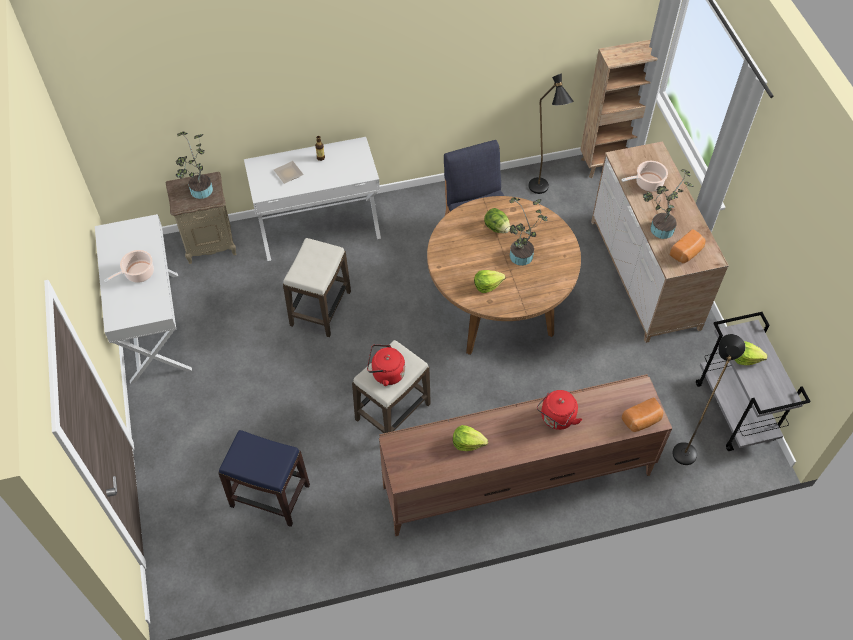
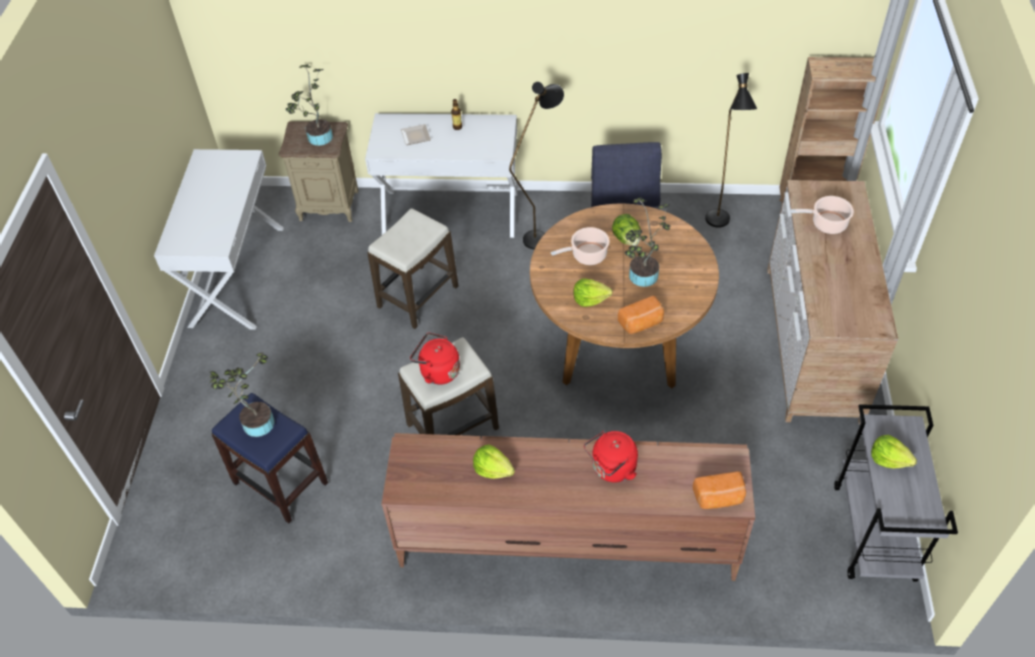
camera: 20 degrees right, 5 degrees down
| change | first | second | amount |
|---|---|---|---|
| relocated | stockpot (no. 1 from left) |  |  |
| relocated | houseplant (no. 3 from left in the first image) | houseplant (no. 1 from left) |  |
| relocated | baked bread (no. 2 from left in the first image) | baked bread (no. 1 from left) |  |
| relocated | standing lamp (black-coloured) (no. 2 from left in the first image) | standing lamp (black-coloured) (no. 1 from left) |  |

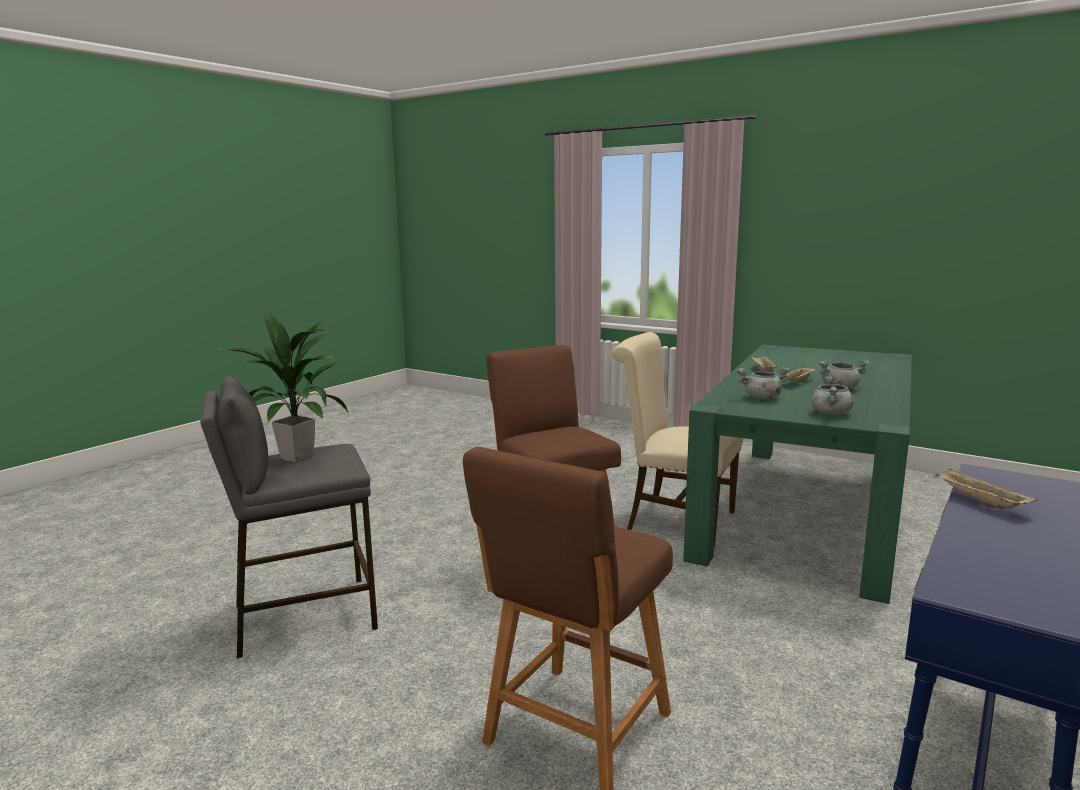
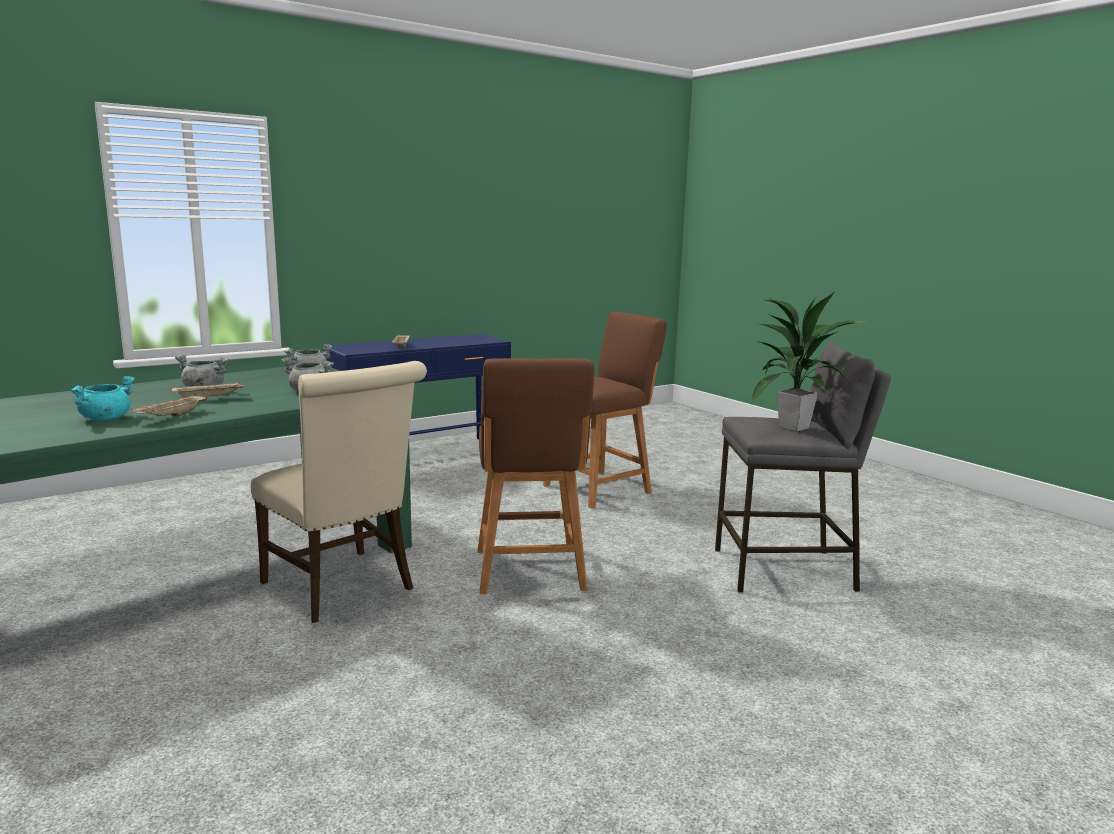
camera: 160 degrees left, 0 degrees up
| change | first | second | amount |
|---|---|---|---|
| appeared |  | stockpot (turquoise) |  |

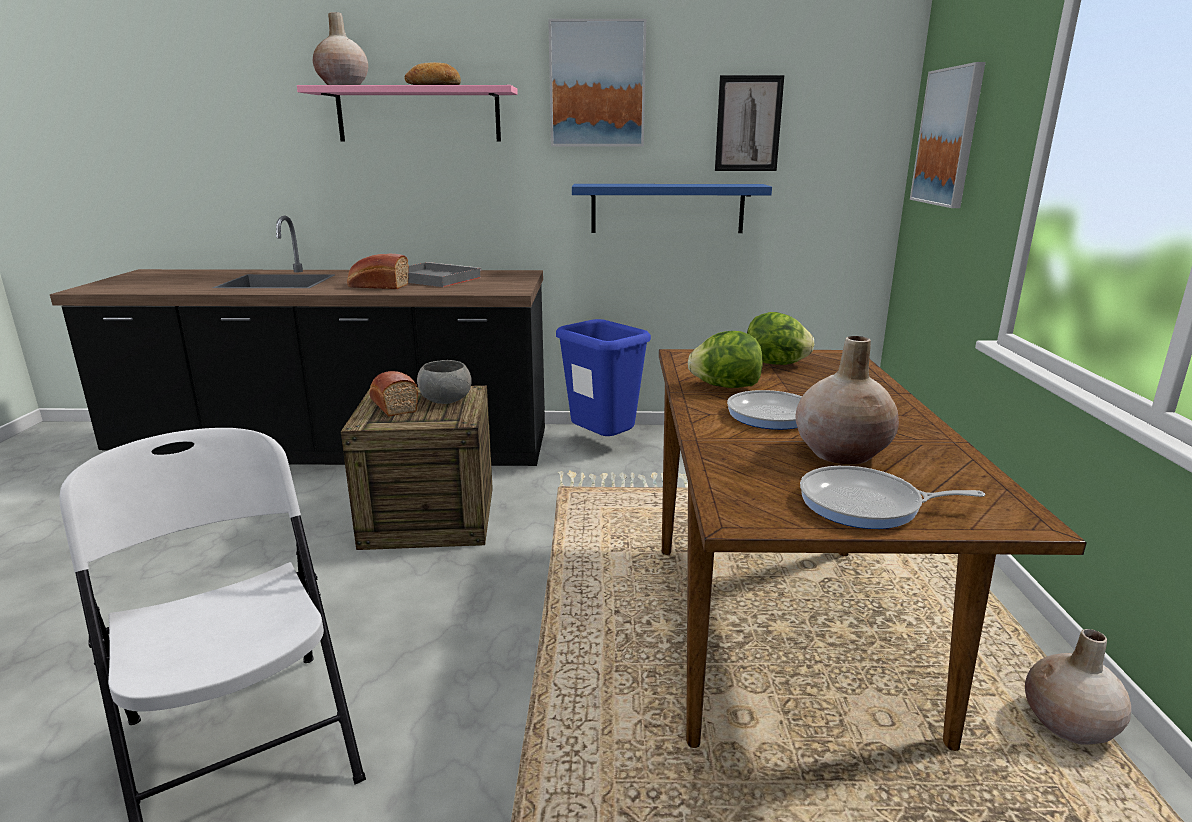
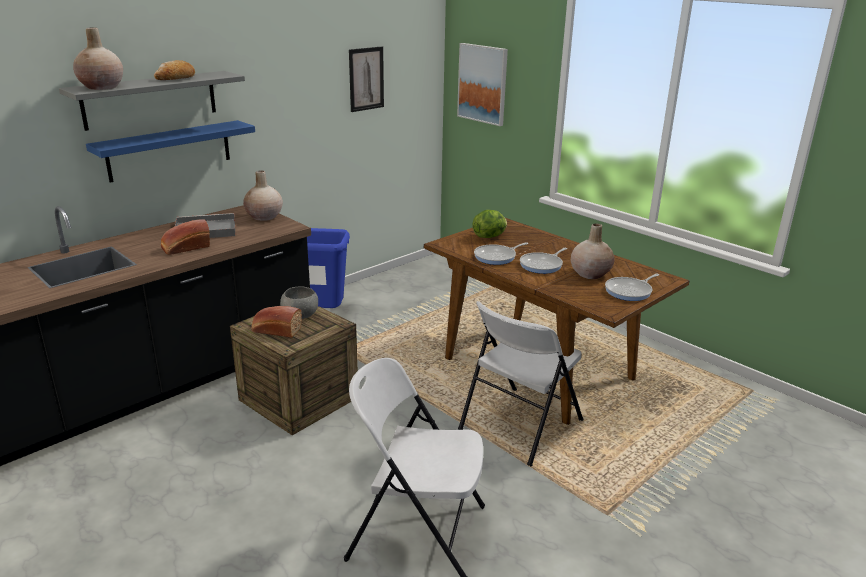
camera: 45 degrees left, 5 degrees up
| change | first | second | amount |
|---|---|---|---|
| colour | shelf (pink-coloured) | shelf (greyish) |  |
| missing | wall picture (no. 1 from left) |  |  |
| relocated | shelf (blue-coloured) |  |  |
| exchanged | lettuce head (no. 1 from left) | skillet (no. 1 from left) |  |
| relocated | vase (sand-coloured) (no. 3 from left in the first image) | vase (sand-coloured) (no. 2 from left) |  |
| appeared |  | upright chair (white) (no. 2 from left) |  |

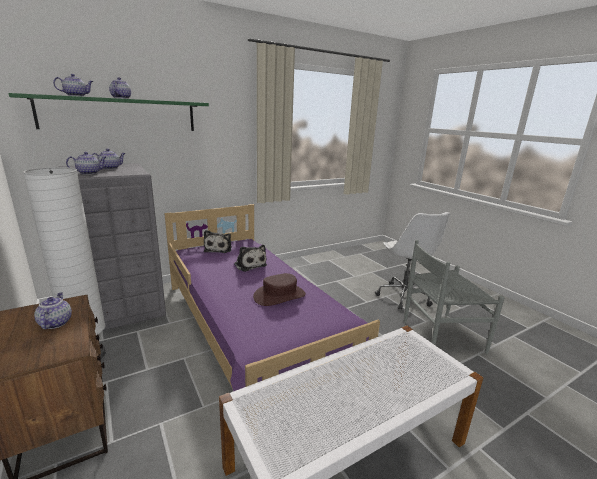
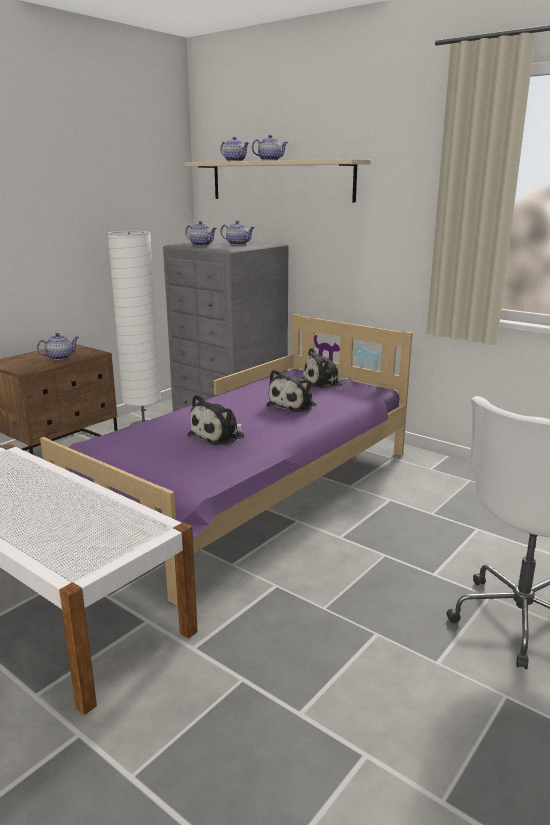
camera: 70 degrees right, 0 degrees up
| change | first | second | amount |
|---|---|---|---|
| colour | shelf (green) | shelf (sand-coloured) |  |
| exchanged | wearable hat (brown) | soft toy (no. 1 from left) |  |
| missing | upright chair (greyish) |  |  |

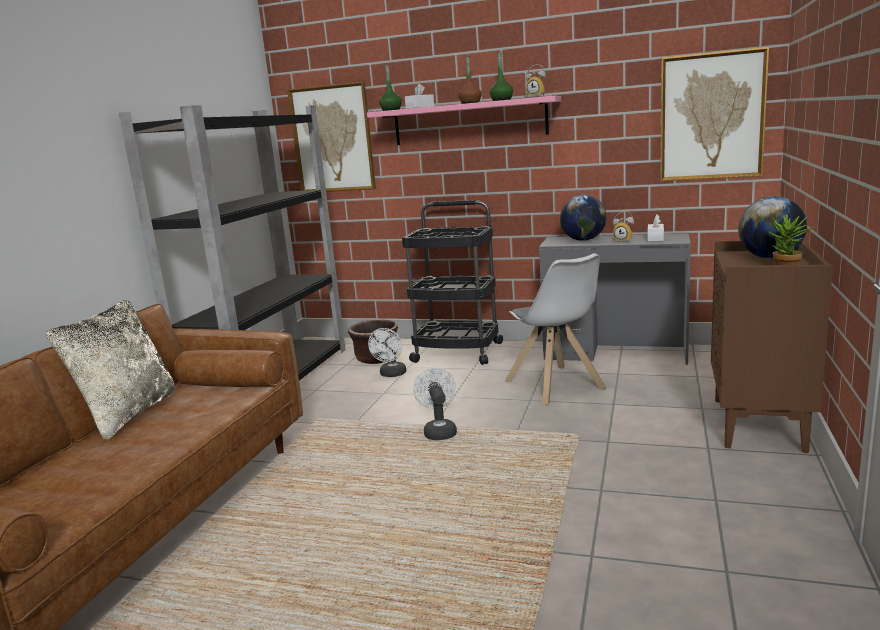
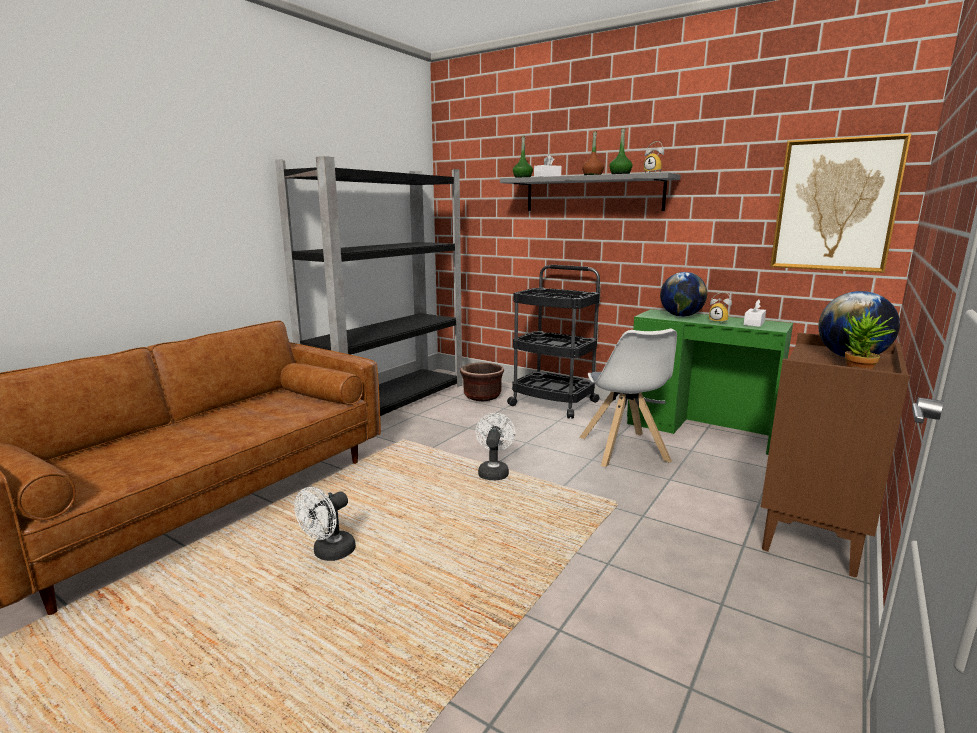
camera: 15 degrees right, 0 degrees up
| change | first | second | amount |
|---|---|---|---|
| missing | throw pillow (sand-coloured) |  |  |
| missing | wall picture (no. 1 from left) |  |  |
| colour | shelf (pink-coloured) | shelf (greyish) |  |
| relocated | cooling fan (white) (no. 1 from left) |  |  |
| colour | desk (greyish) | desk (green) |  |

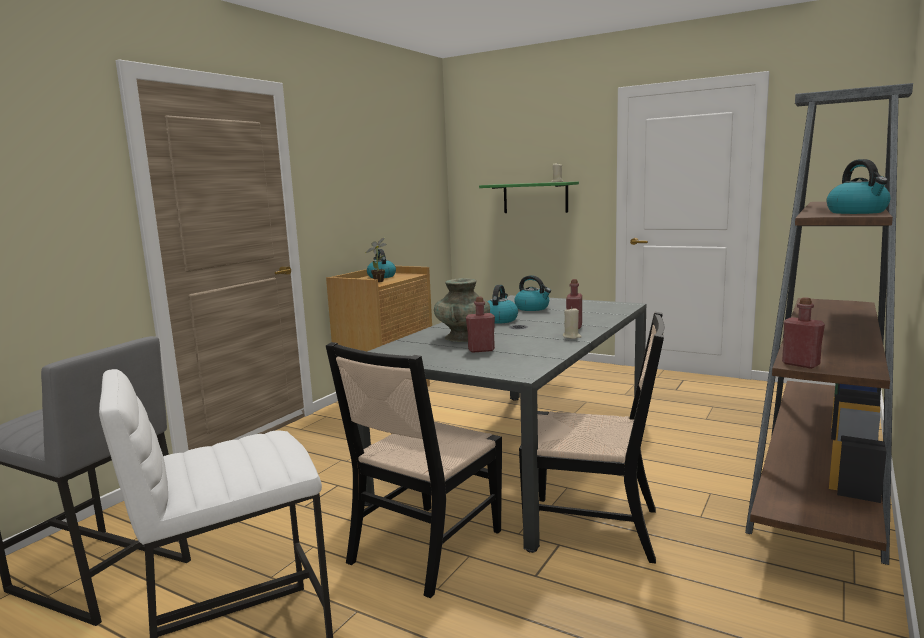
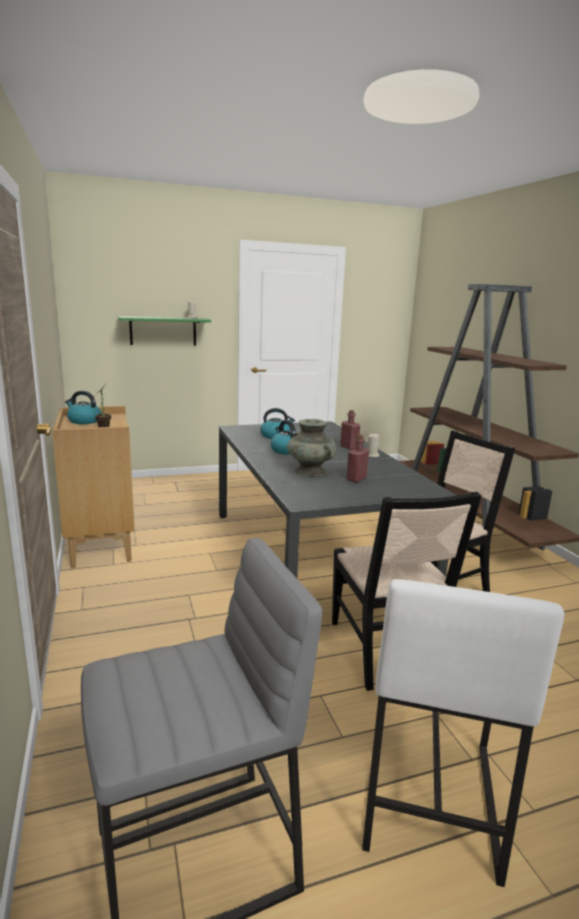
camera: 50 degrees left, 5 degrees up
| change | first | second | amount |
|---|---|---|---|
| missing | drink bottle (reddish) (no. 3 from left) |  |  |
| missing | water kettle (no. 4 from left) |  |  |

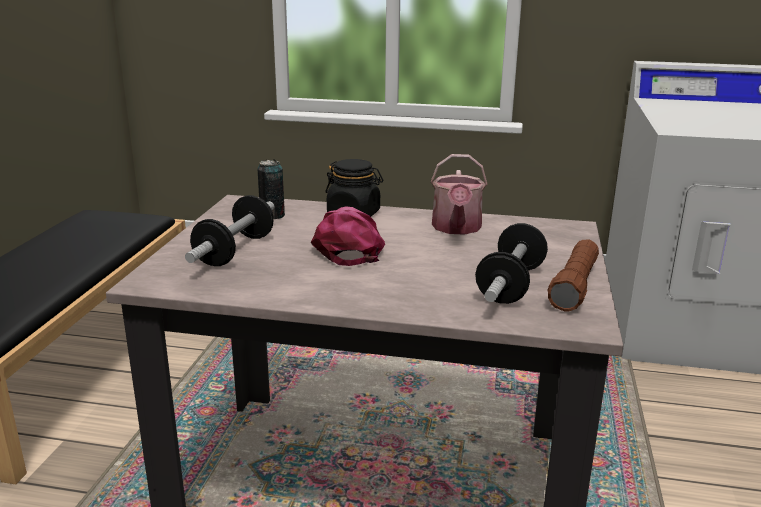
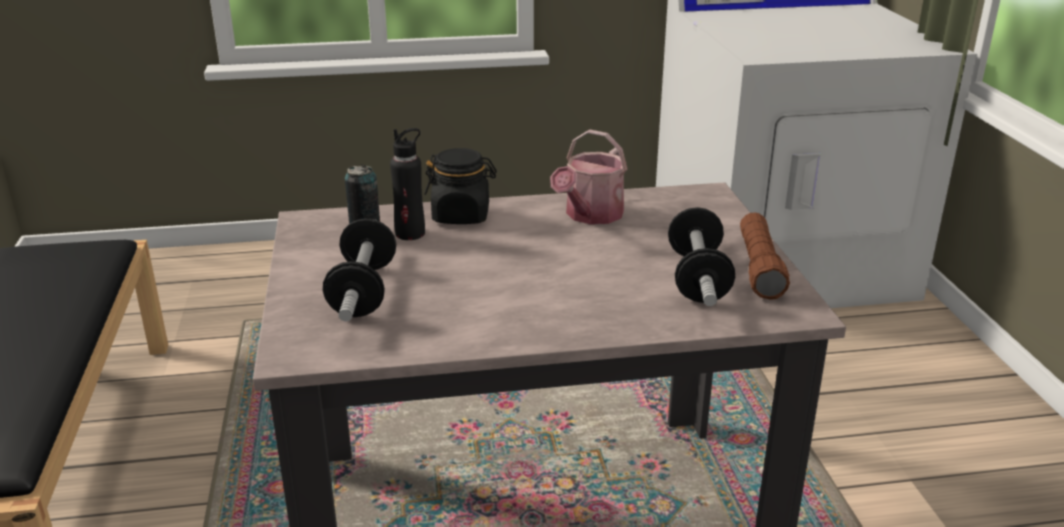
camera: 20 degrees left, 5 degrees up
| change | first | second | amount |
|---|---|---|---|
| missing | baseball cap (pink-coloured) |  |  |
| spun | sprinkling can |  | 45 degrees clockwise |
| appeared |  | drink bottle (black-coloured) |  |

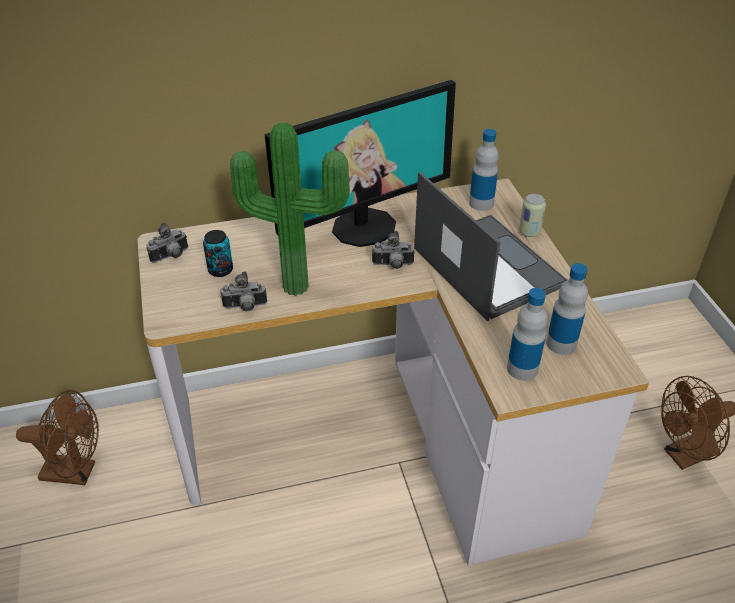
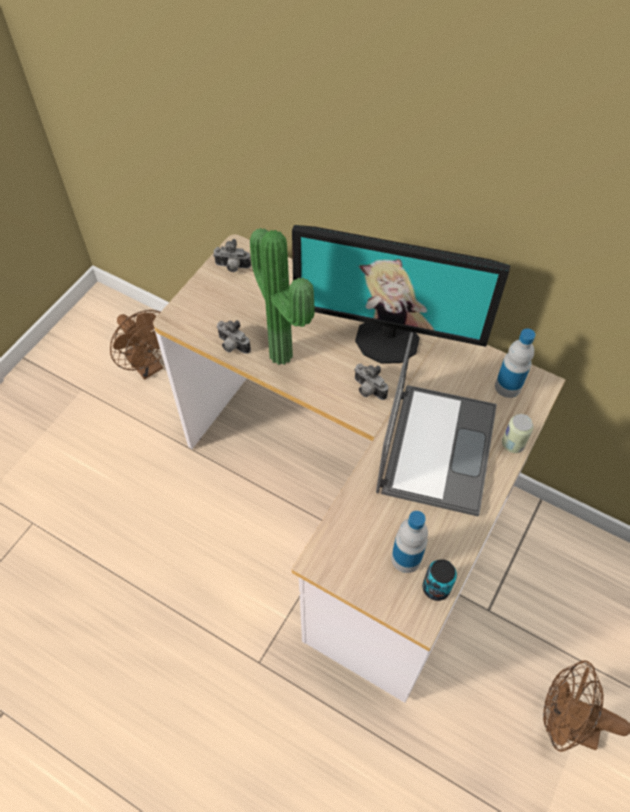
camera: 45 degrees right, 15 degrees up
| change | first | second | amount |
|---|---|---|---|
| relocated | can (no. 1 from left) |  |  |
| missing | drink bottle (no. 2 from left) |  |  |

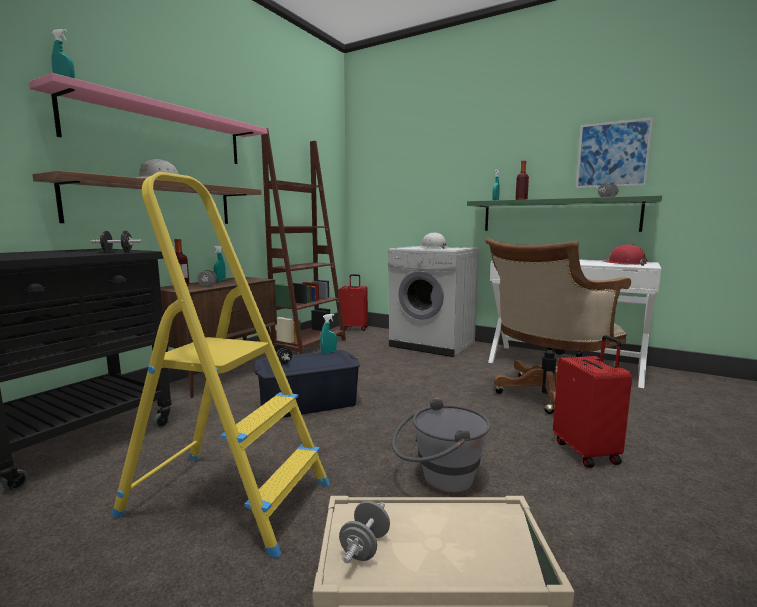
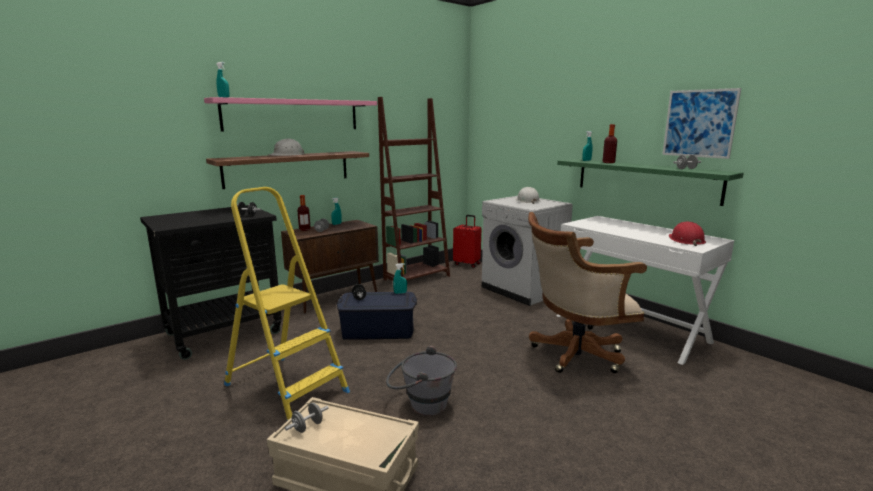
camera: 20 degrees right, 5 degrees up
| change | first | second | amount |
|---|---|---|---|
| missing | suitcase (reddish) (no. 2 from left) |  |  |

